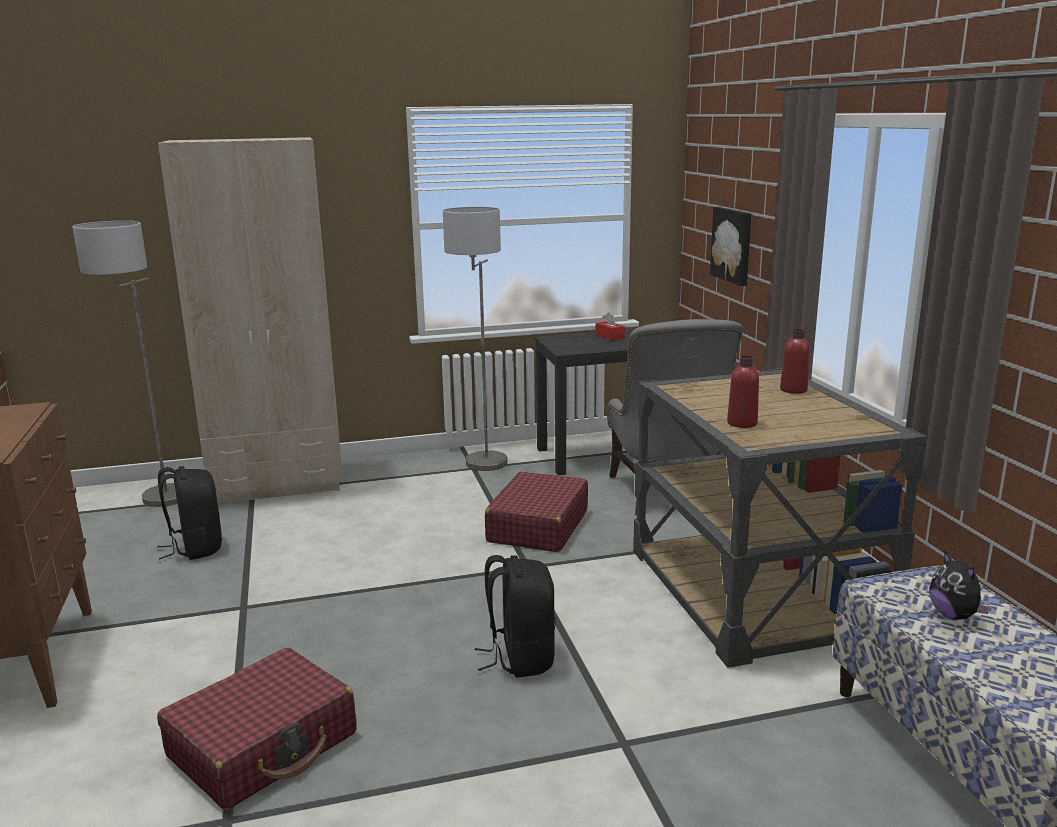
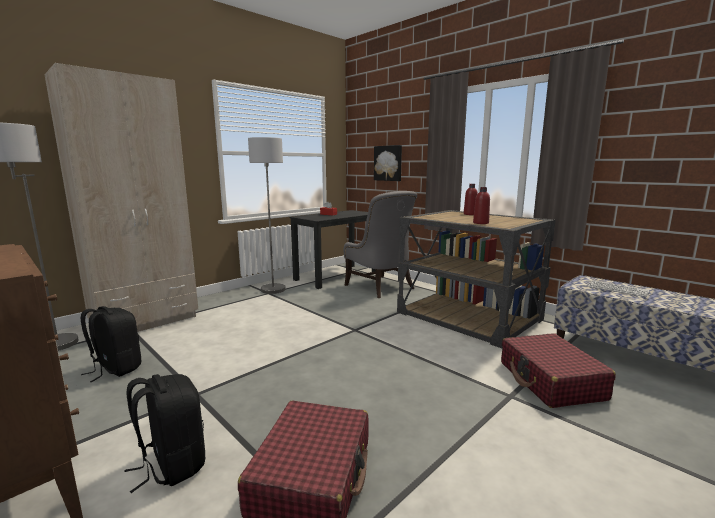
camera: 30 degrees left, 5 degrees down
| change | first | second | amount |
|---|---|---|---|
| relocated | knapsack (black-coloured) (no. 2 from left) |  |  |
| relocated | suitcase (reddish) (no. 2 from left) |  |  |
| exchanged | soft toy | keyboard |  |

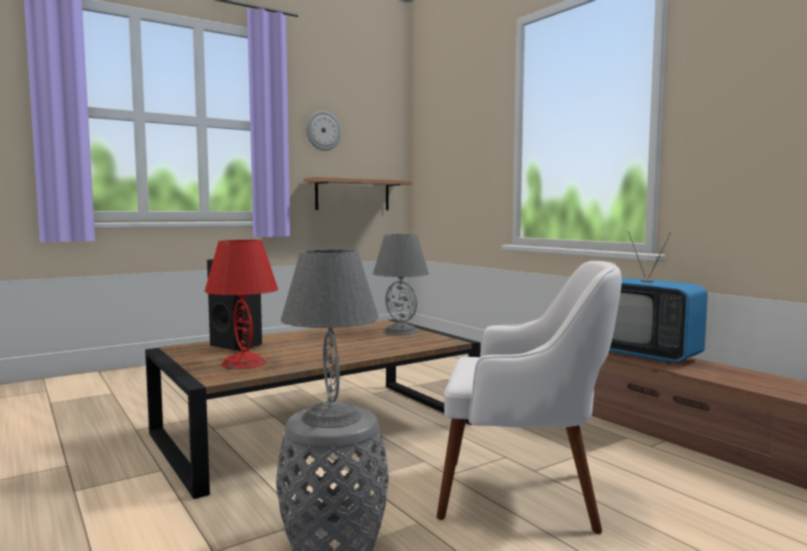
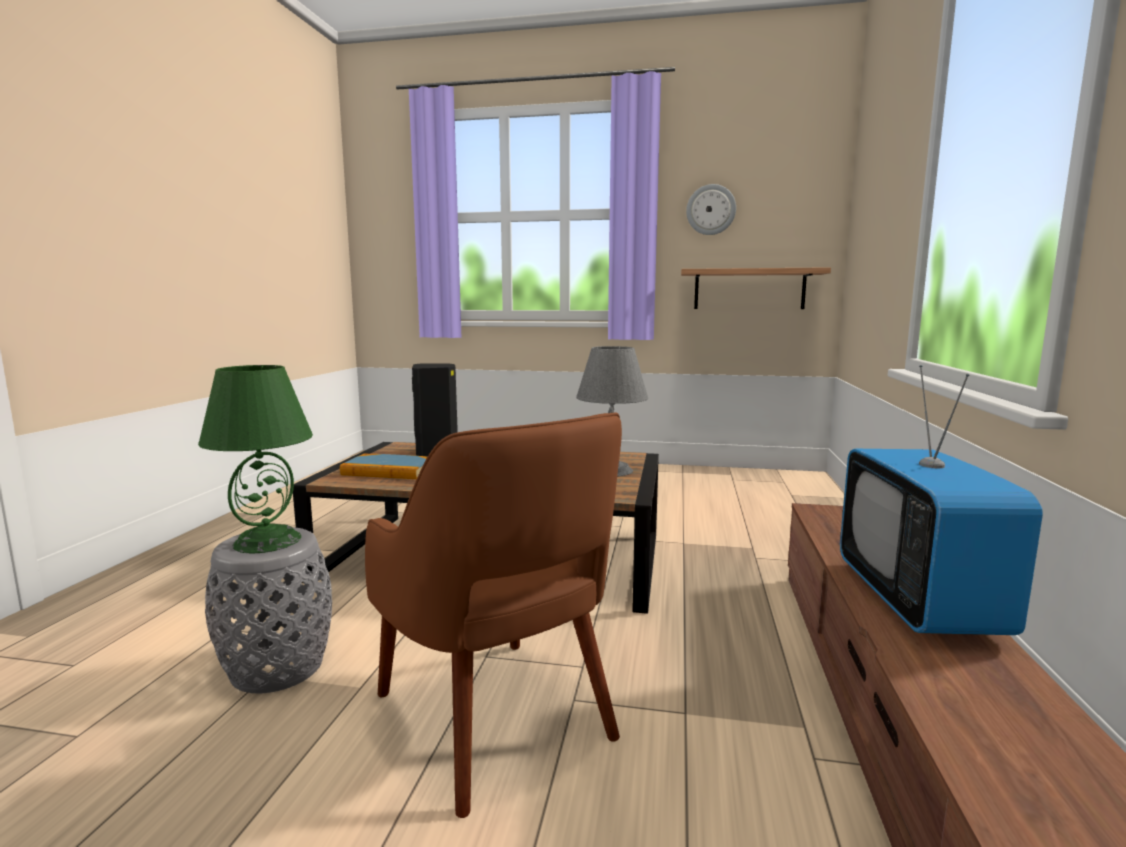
camera: 45 degrees right, 5 degrees up
| change | first | second | amount |
|---|---|---|---|
| exchanged | tabletop lamp (reddish) | book |  |
| colour | tabletop lamp (greyish) (no. 1 from left) | tabletop lamp (green) |  |
| colour | easy chair (white) | easy chair (brown) |  |

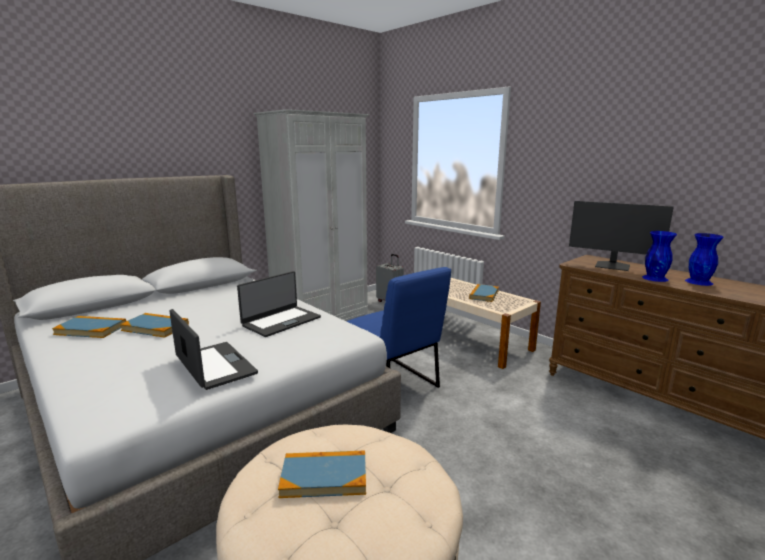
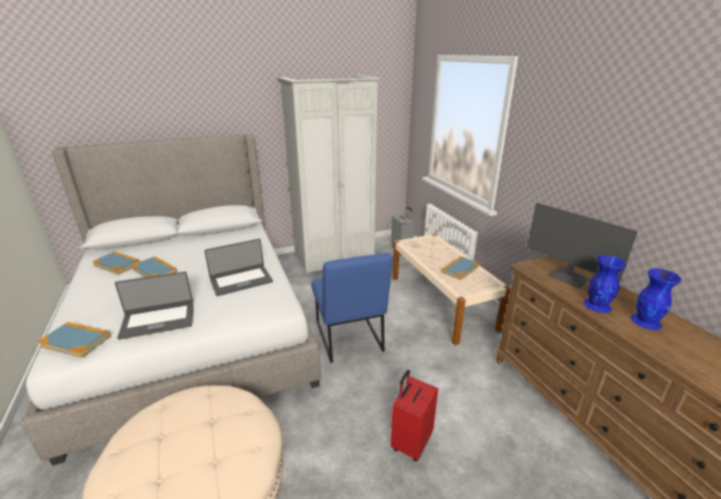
camera: 20 degrees right, 10 degrees up
| change | first | second | amount |
|---|---|---|---|
| spun | laptop (no. 1 from left) |  | 90 degrees clockwise |
| relocated | book (no. 3 from left in the first image) | book (no. 1 from left) |  |
| appeared |  | suitcase (reddish) |  |

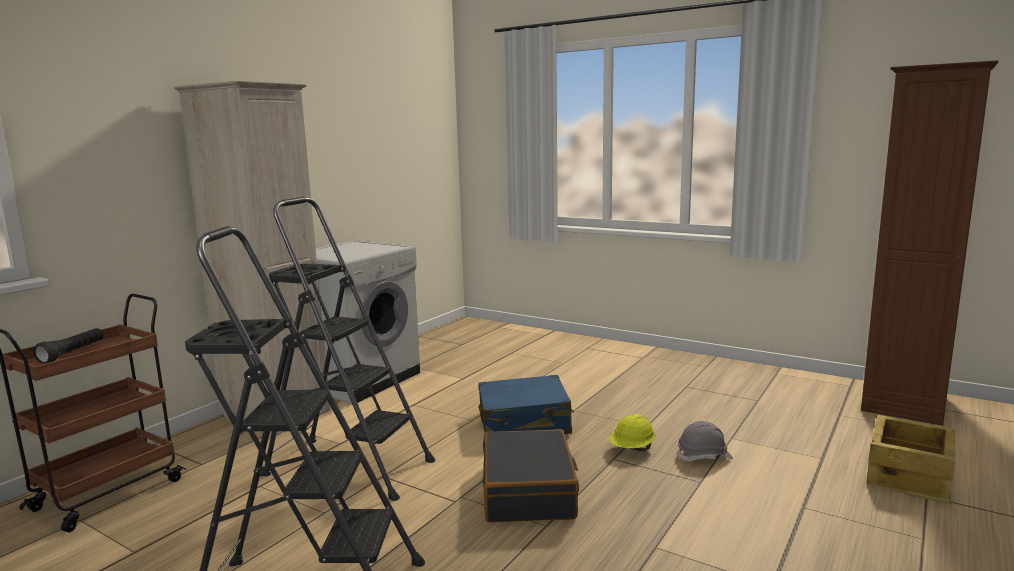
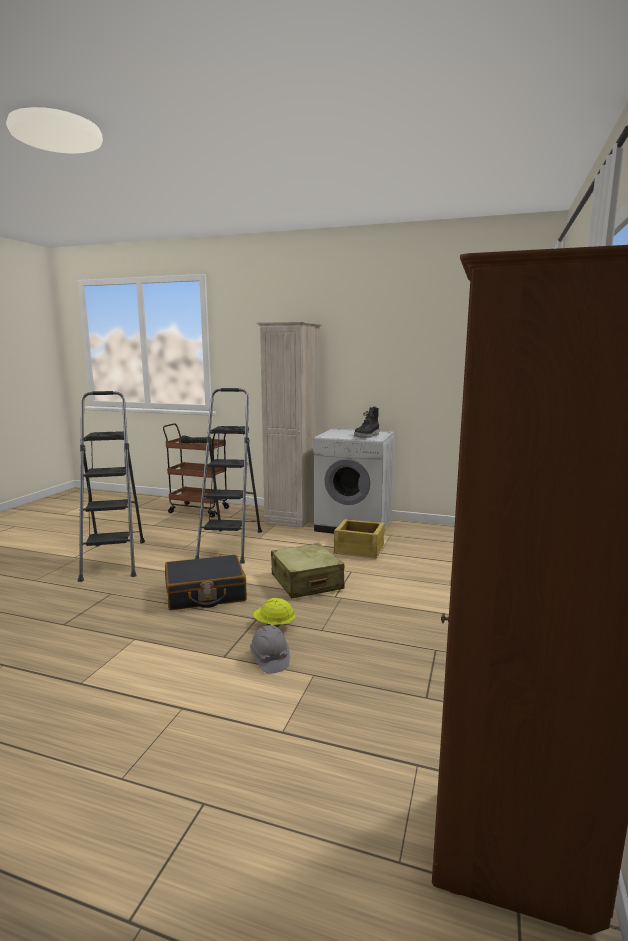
camera: 75 degrees right, 0 degrees up
| change | first | second | amount |
|---|---|---|---|
| colour | suitcase (blue-coloured) | suitcase (sand-coloured) |  |
| relocated | shipping crate |  |  |
| appeared |  | tall boot (black-coloured) |  |

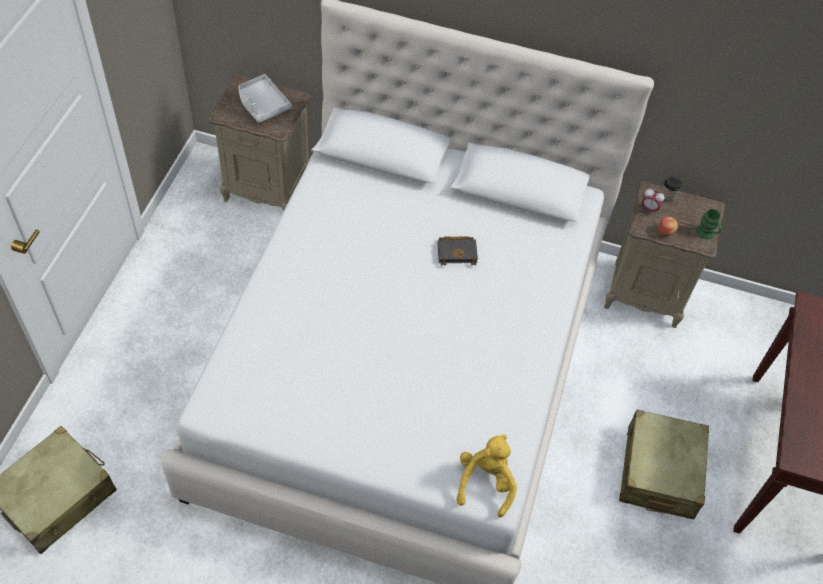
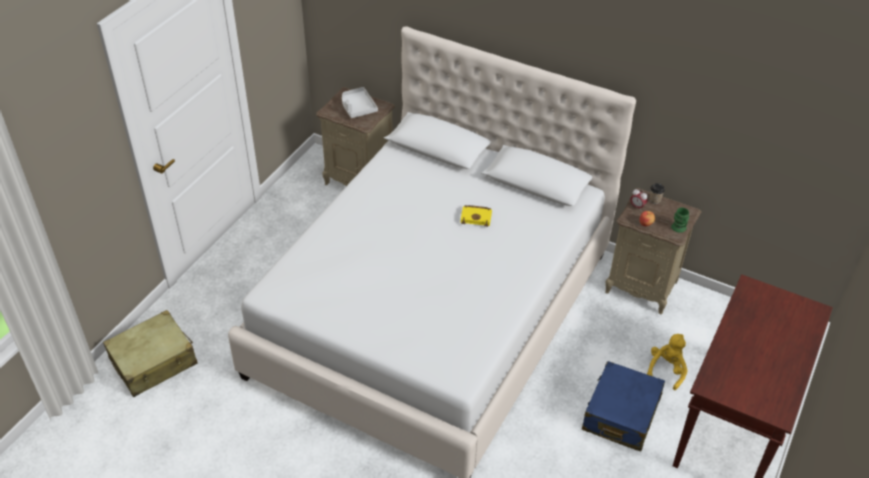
camera: 15 degrees right, 10 degrees down
| change | first | second | amount |
|---|---|---|---|
| colour | book (black-coloured) | book (yellow) |  |
| relocated | soft toy (yellow) |  |  |
| colour | suitcase (sand-coloured) (no. 2 from left) | suitcase (blue-coloured) |  |

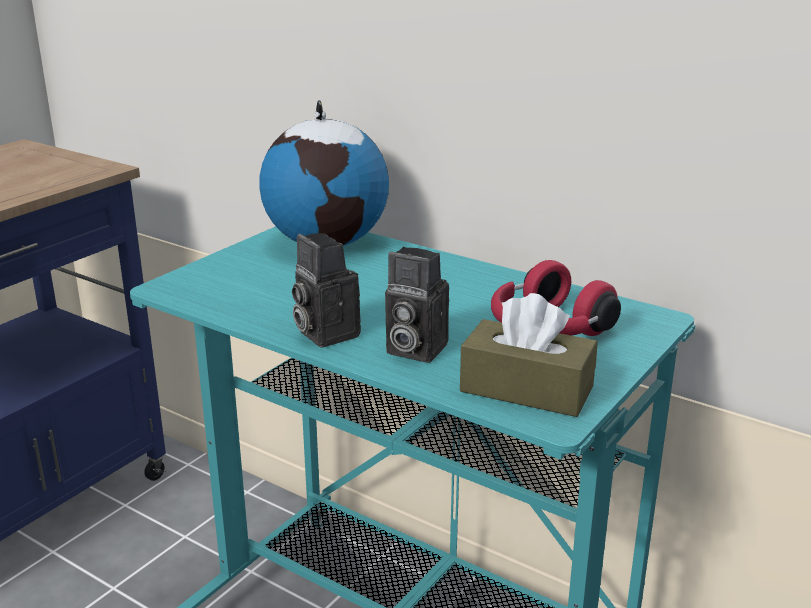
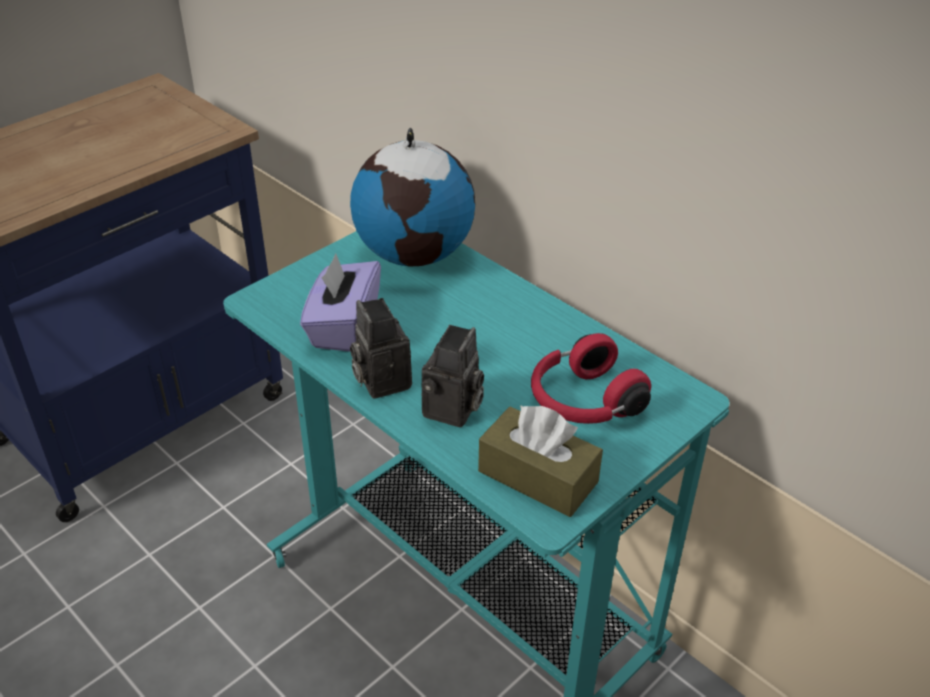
camera: 10 degrees right, 15 degrees up
| change | first | second | amount |
|---|---|---|---|
| spun | still camera (no. 2 from left) |  | 105 degrees counterclockwise |
| appeared |  | tissue box (purple-coloured) |  |

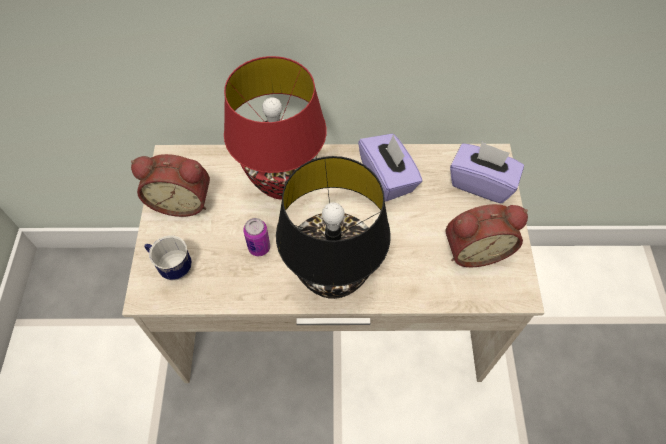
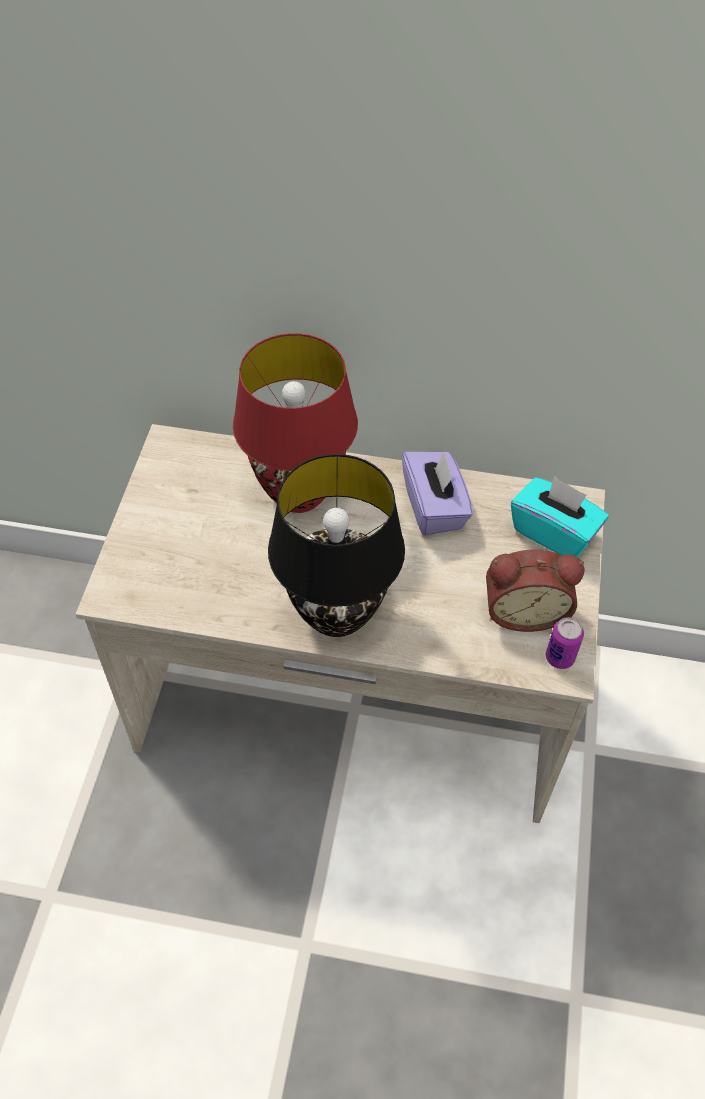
camera: 10 degrees right, 5 degrees down
| change | first | second | amount |
|---|---|---|---|
| missing | bedside clock (no. 1 from left) |  |  |
| missing | tea mug |  |  |
| relocated | can |  |  |
| colour | tissue box (purple-coloured) (no. 2 from left) | tissue box (turquoise) |  |

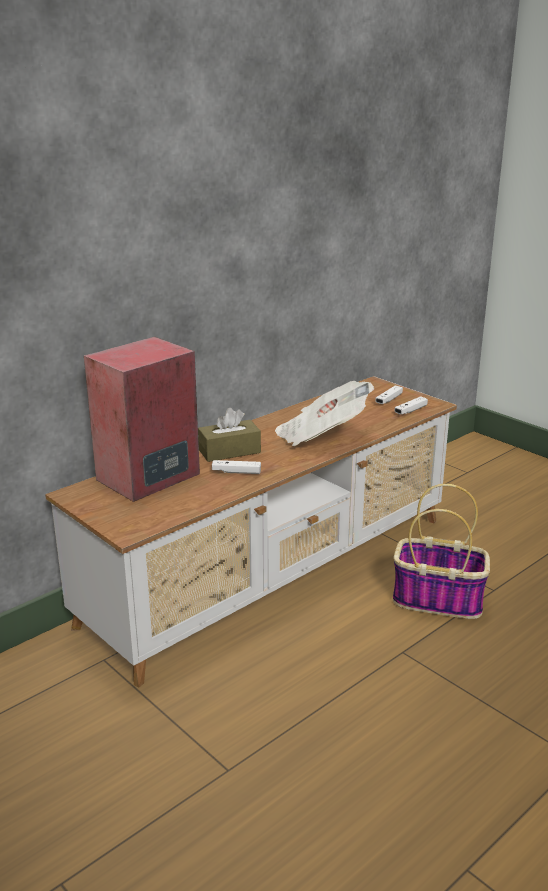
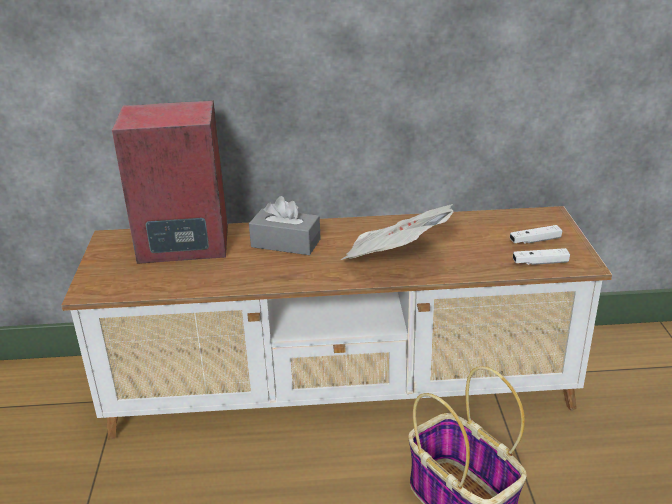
camera: 40 degrees right, 5 degrees up
| change | first | second | amount |
|---|---|---|---|
| colour | tissue box (brown) | tissue box (greyish) |  |
| missing | gamepad (white) (no. 1 from left) |  |  |

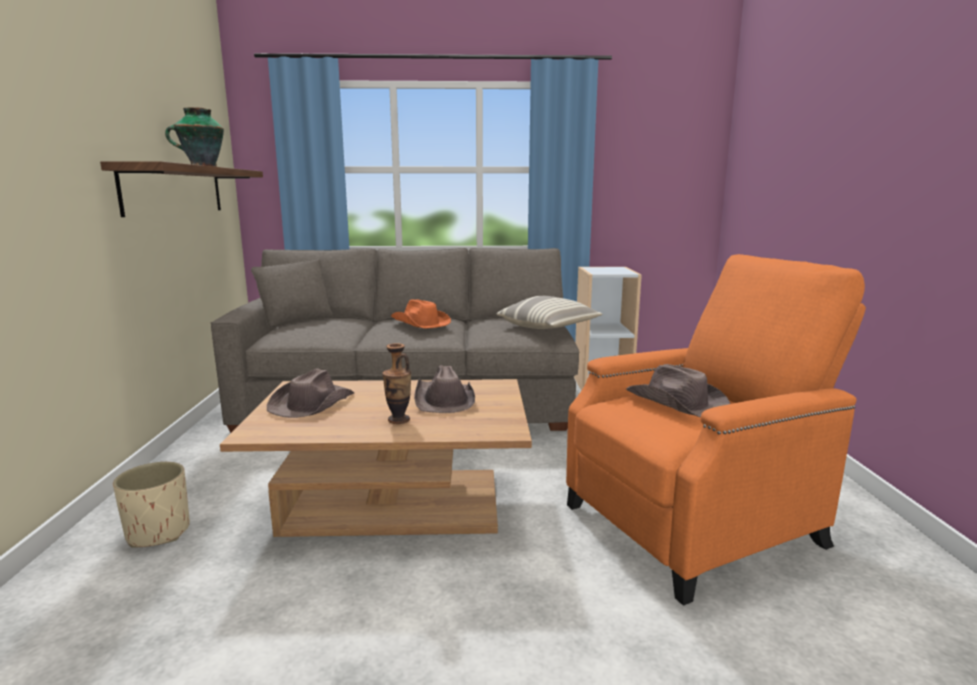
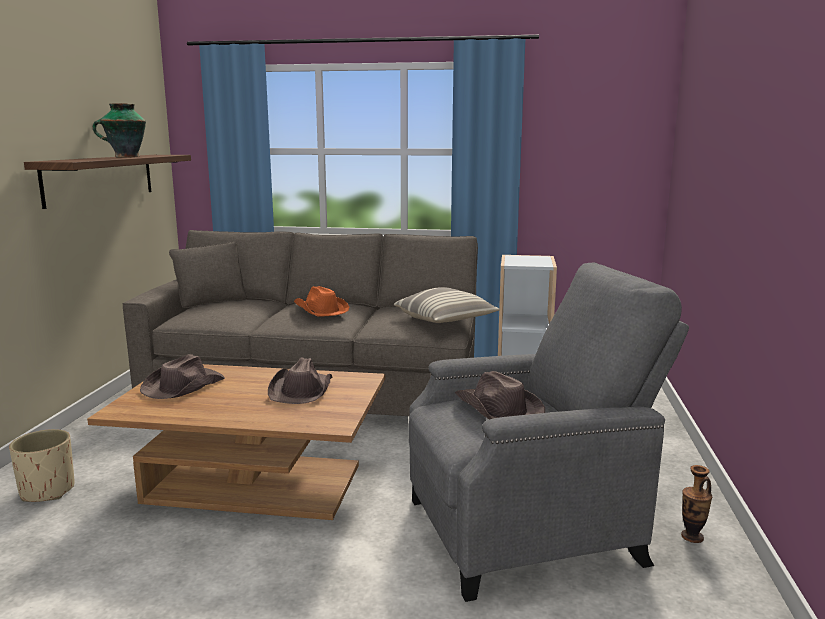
camera: 10 degrees right, 0 degrees up
| change | first | second | amount |
|---|---|---|---|
| relocated | vase (no. 2 from left) |  |  |
| colour | easy chair (orangey) | easy chair (greyish) |  |

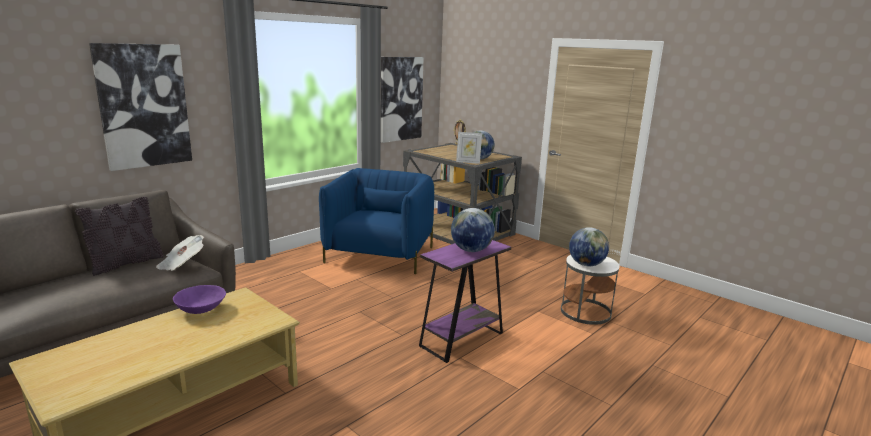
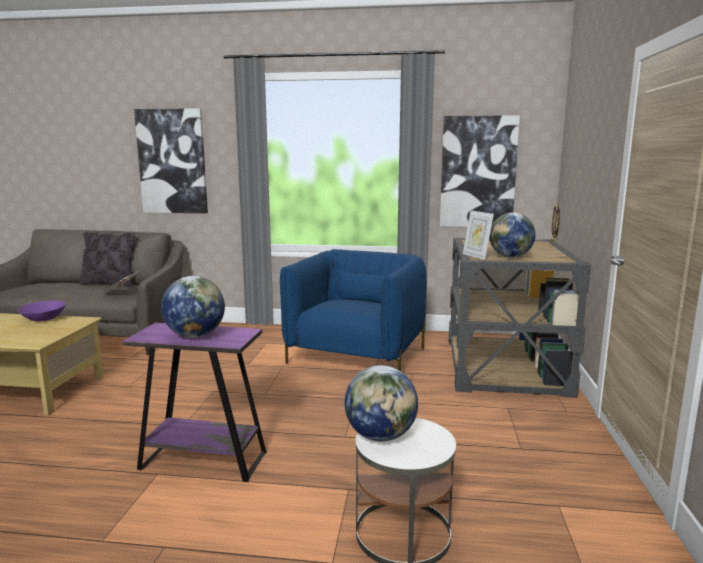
camera: 55 degrees right, 5 degrees down
| change | first | second | amount |
|---|---|---|---|
| spun | easy chair (blue-coloured) |  | 45 degrees counterclockwise |

